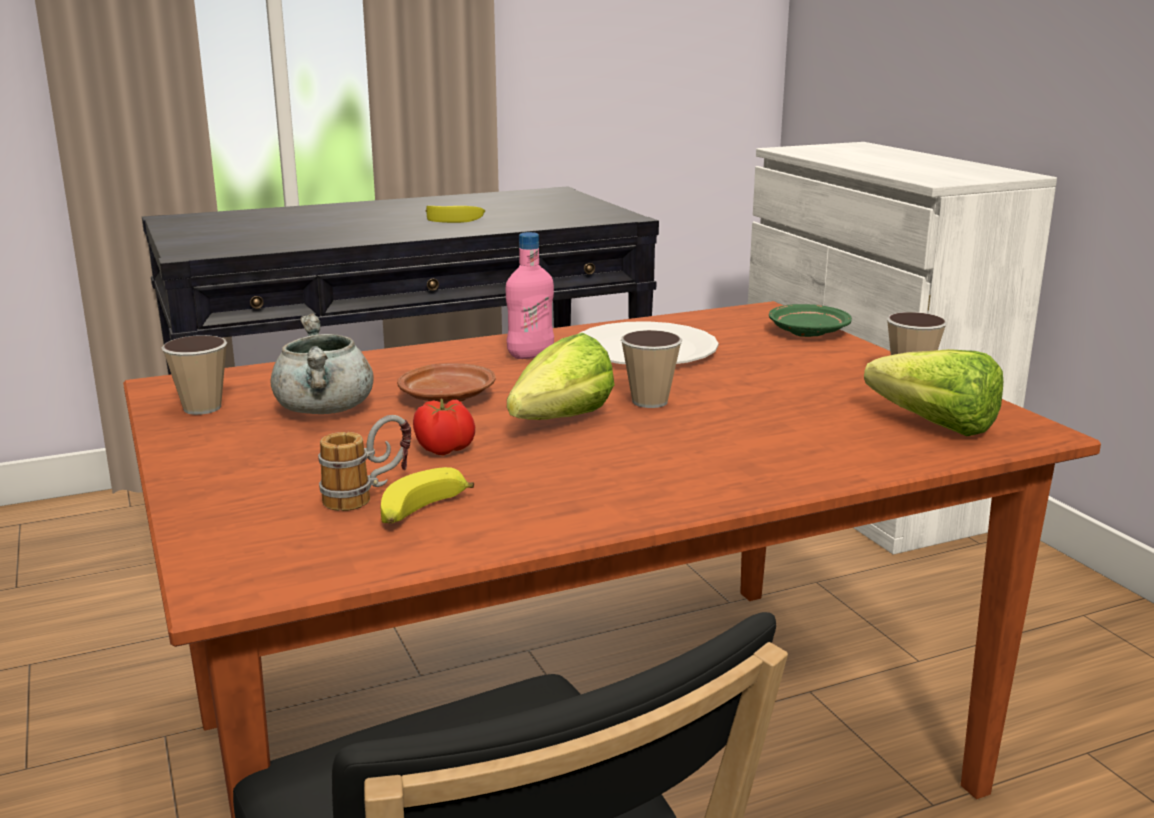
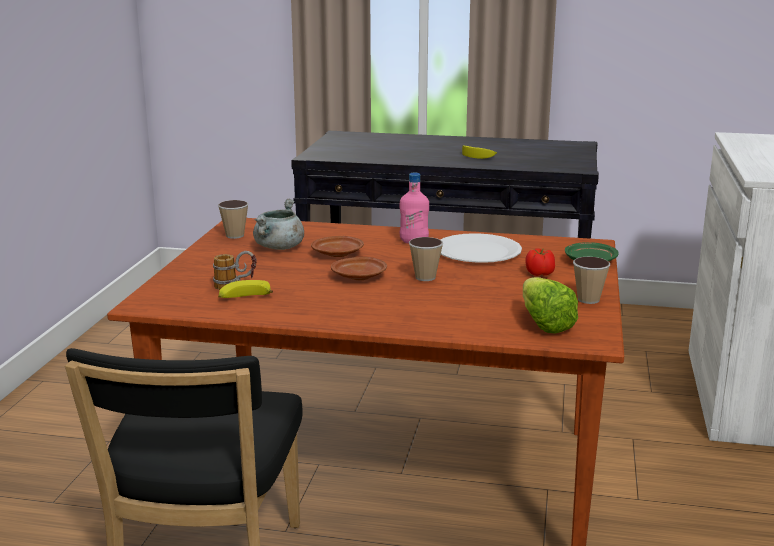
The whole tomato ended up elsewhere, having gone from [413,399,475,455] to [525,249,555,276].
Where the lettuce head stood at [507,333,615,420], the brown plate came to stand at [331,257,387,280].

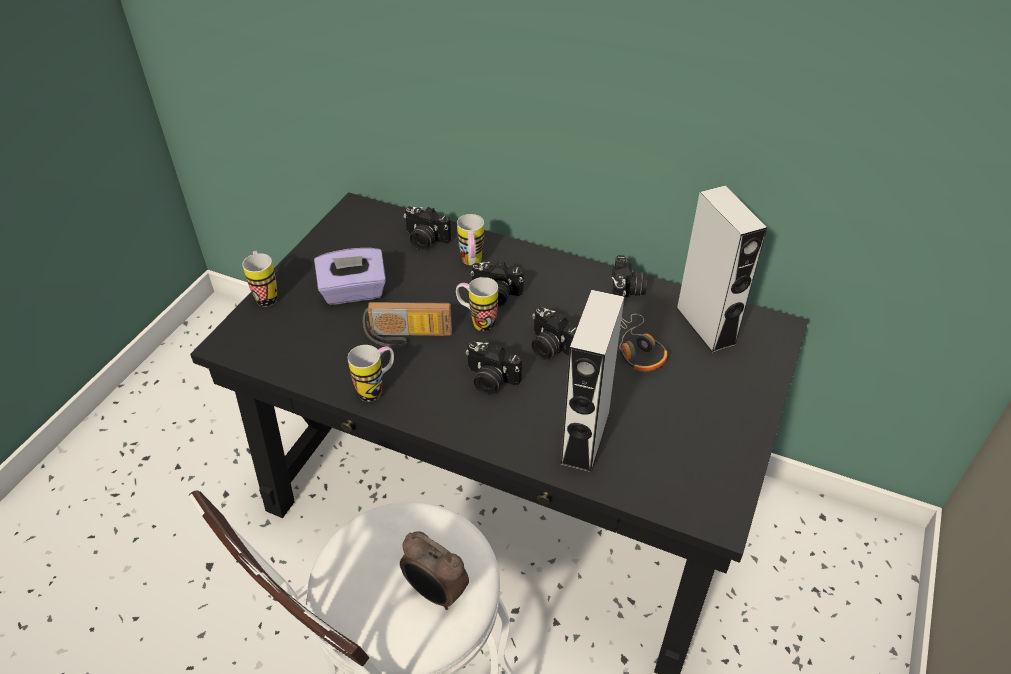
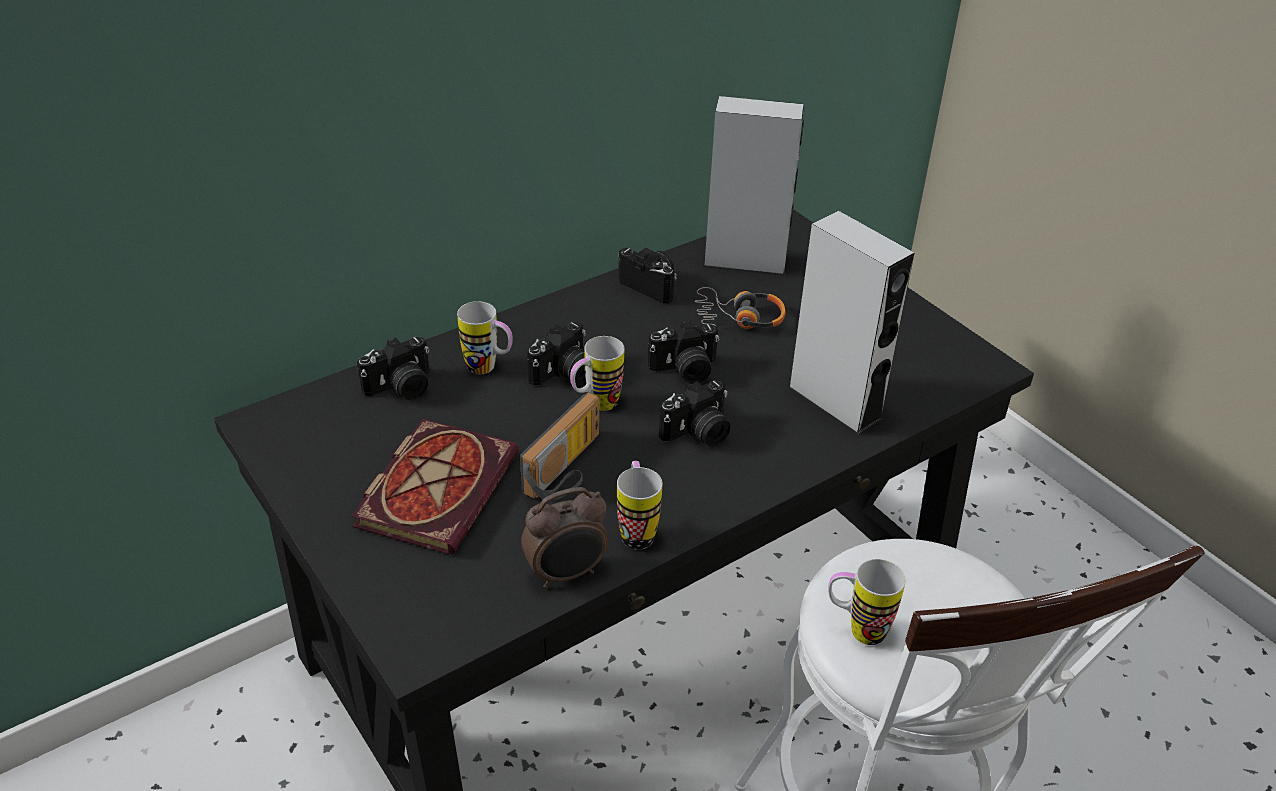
The tea mug ended up elsewhere, having gone from [242,251,277,307] to [828,559,906,645].
The table clock ended up elsewhere, having gone from [400,531,469,610] to [521,487,608,588].
Where the purple tissue box stood at [314,248,386,305], the book came to stand at [351,419,519,555].

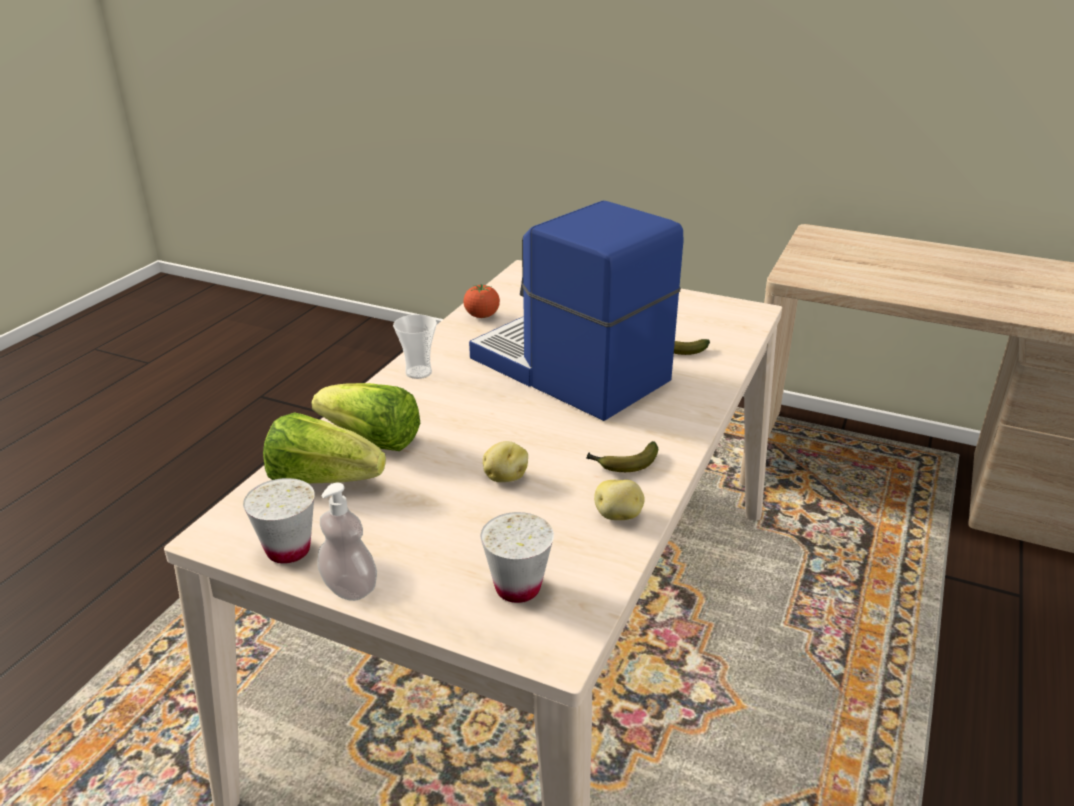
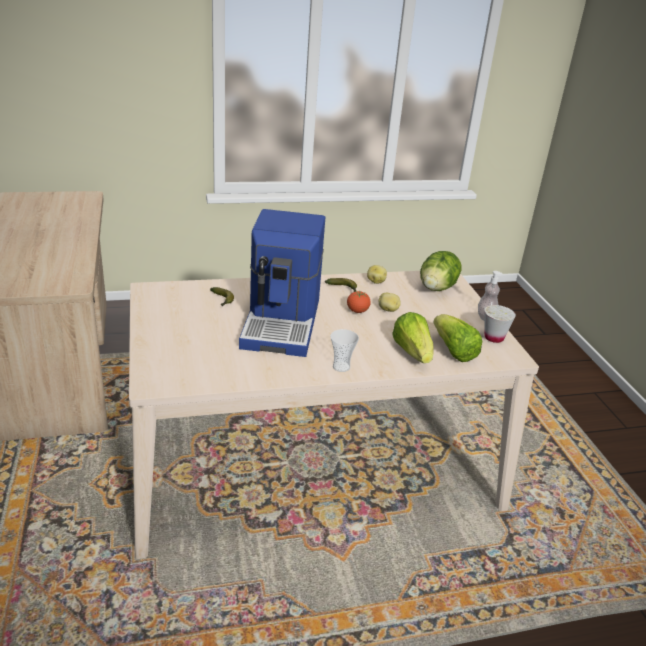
The whole tomato ended up elsewhere, having gone from [463,284,500,318] to [347,291,371,313].
Where the white drinking cup stood at [481,512,554,603], the lettuce head came to stand at [420,251,462,291].

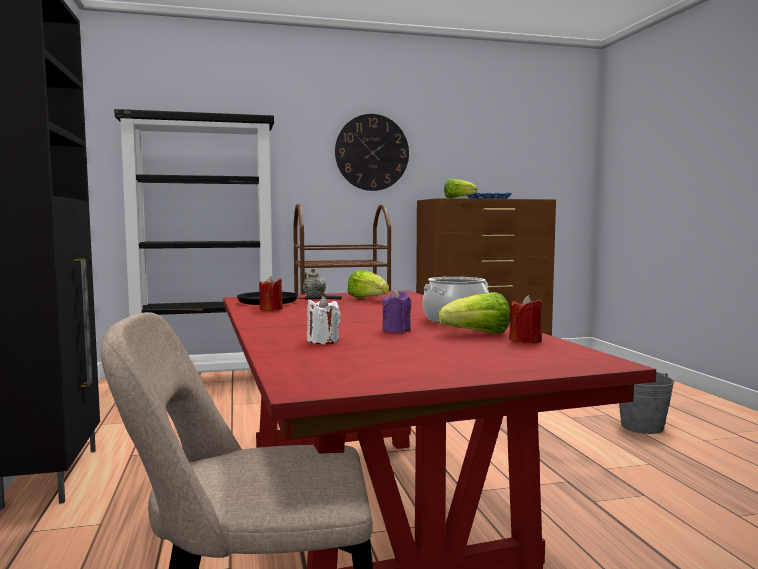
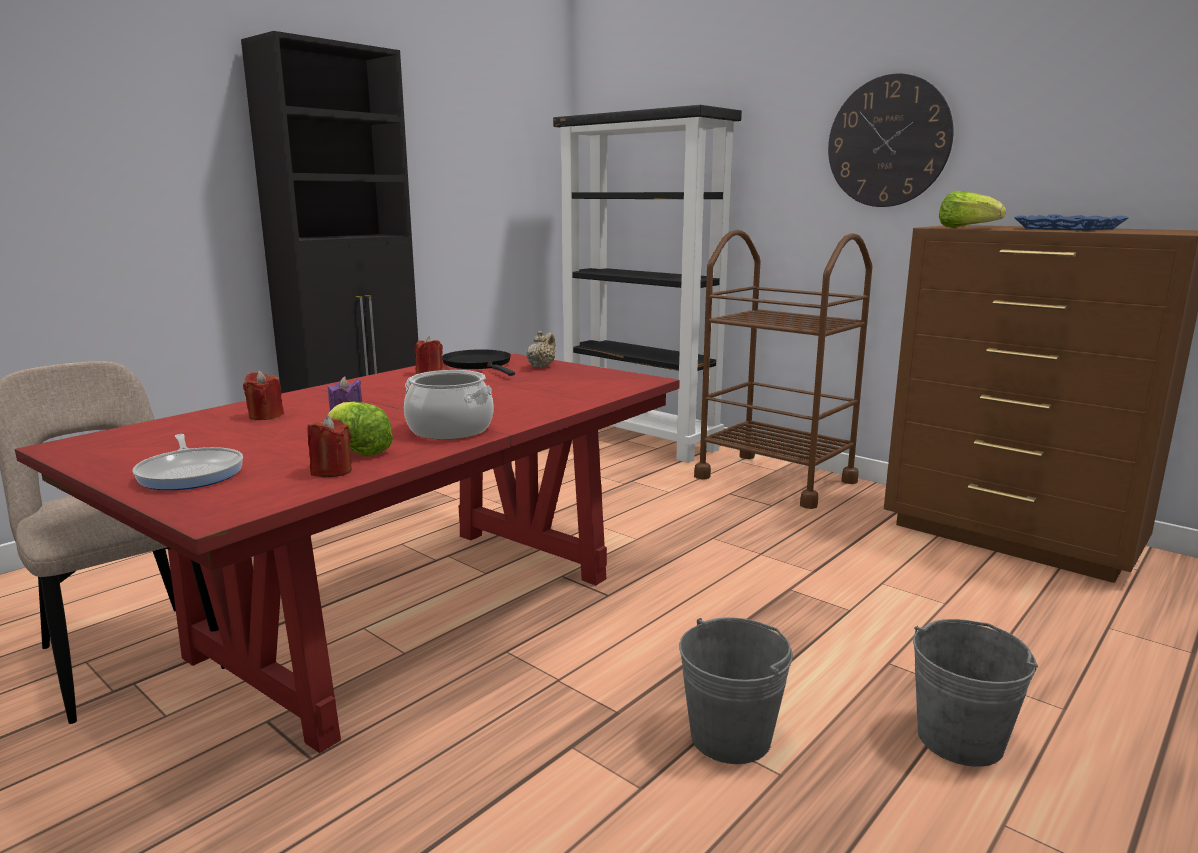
The second view lost the lettuce head at [347,270,389,298].
The second view gained the skillet at [132,434,243,490].
The second view gained the greyish bucket at [679,617,793,764].
What was the white wax light at [307,296,341,344] turned into the red wax light at [243,371,284,420].

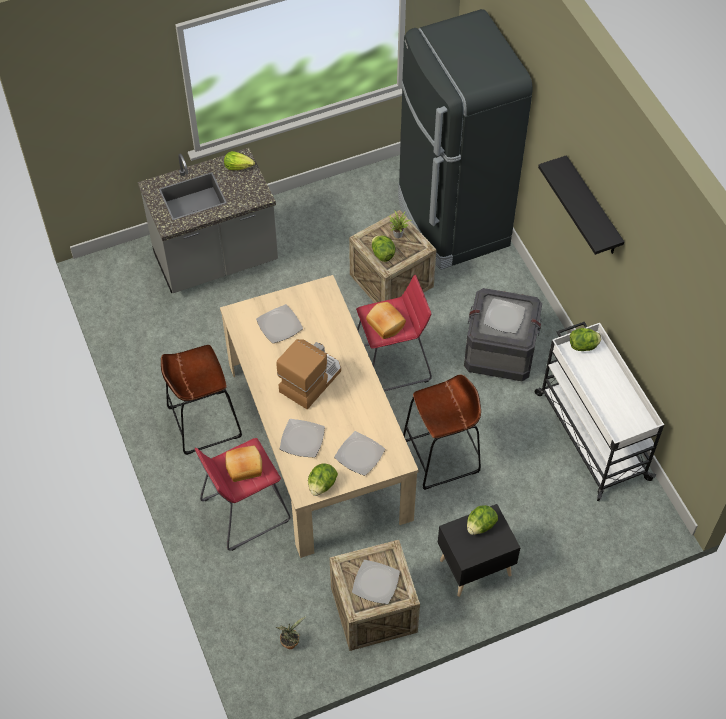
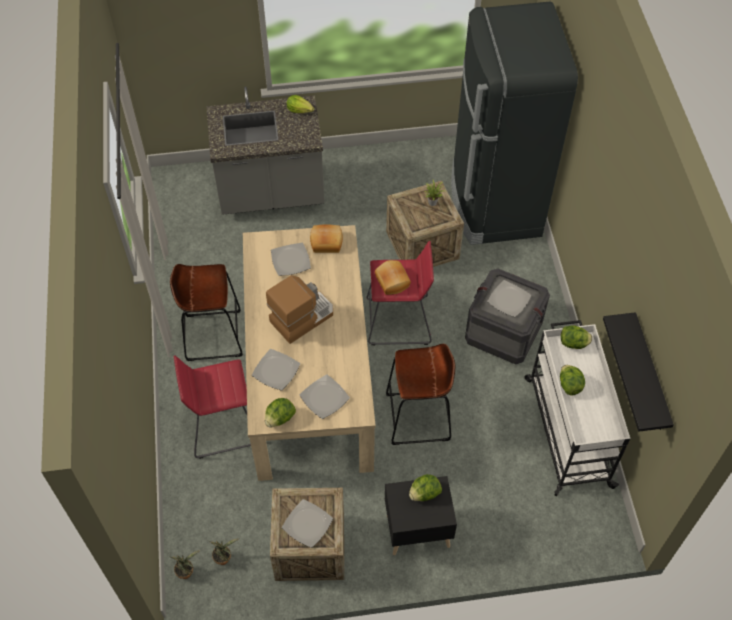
The second view gained the potted plant at [170,550,200,579].
The baked bread ended up elsewhere, having gone from [225,446,262,482] to [310,224,343,253].
The lettuce head ended up elsewhere, having gone from [372,235,395,262] to [560,365,585,395].
The black shelf ended up elsewhere, having gone from [538,155,624,255] to [603,312,674,432].

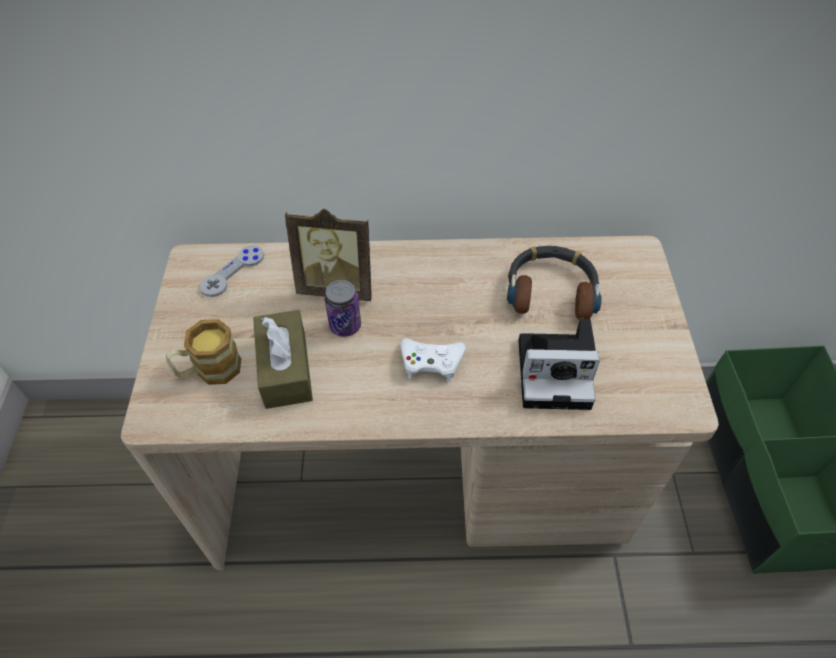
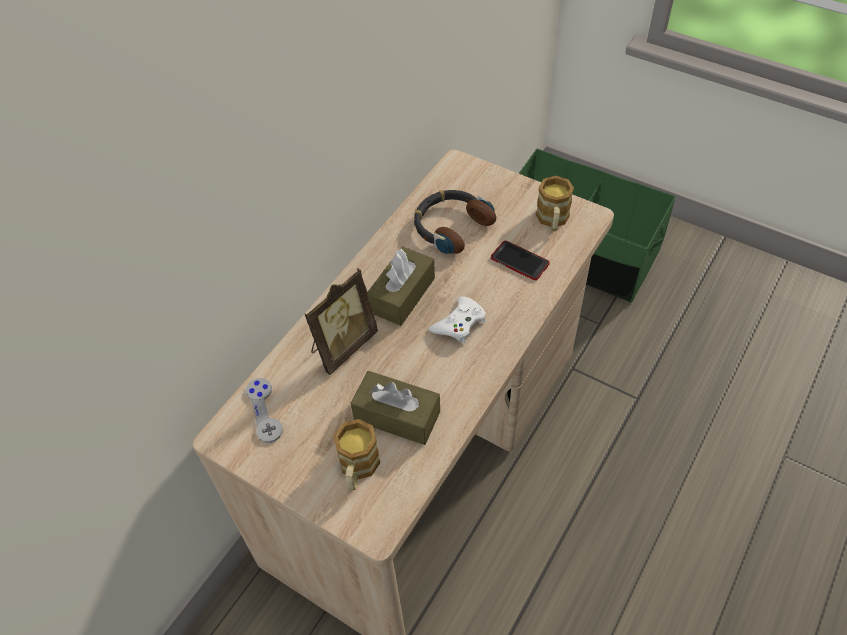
The second view lost the can at [324,280,361,337].
The second view gained the brown tissue box at [367,246,435,326].
The second view gained the tea mug at [536,176,574,232].
Where the photo camera stood at [518,319,600,410], the phone came to stand at [491,241,550,280].

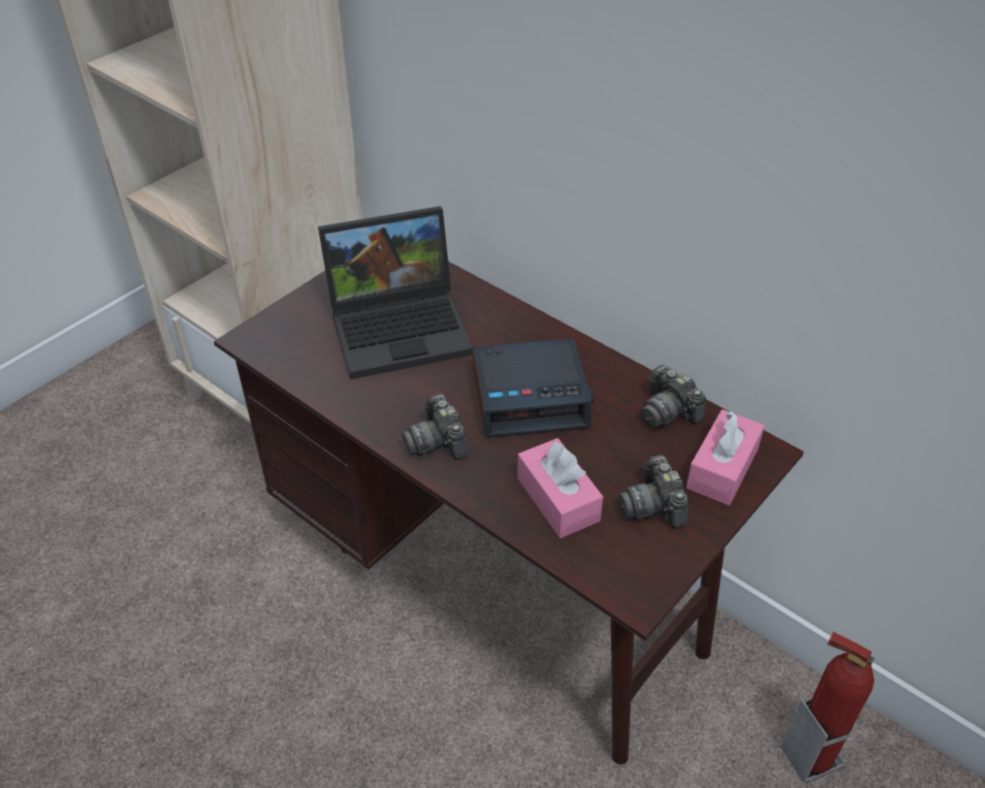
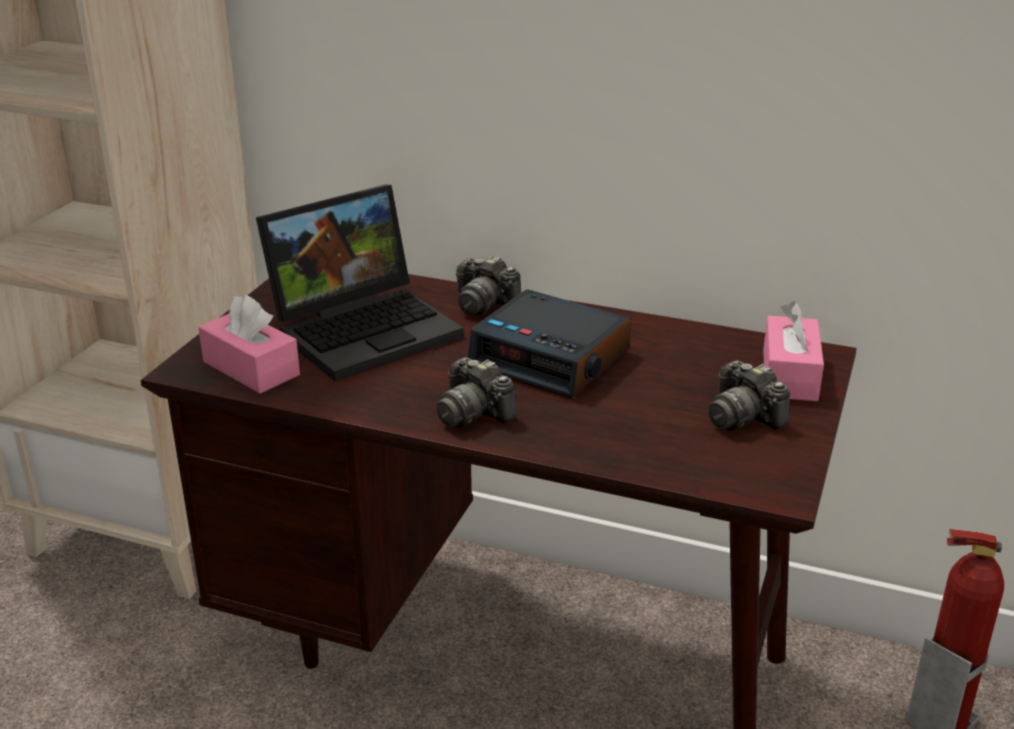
The pink-coloured tissue box ended up elsewhere, having gone from [517,438,603,538] to [198,295,300,394].
The photo camera ended up elsewhere, having gone from [641,365,706,428] to [456,256,521,315].
The table clock at [473,338,593,438] ended up facing another way, 60 degrees clockwise from before.

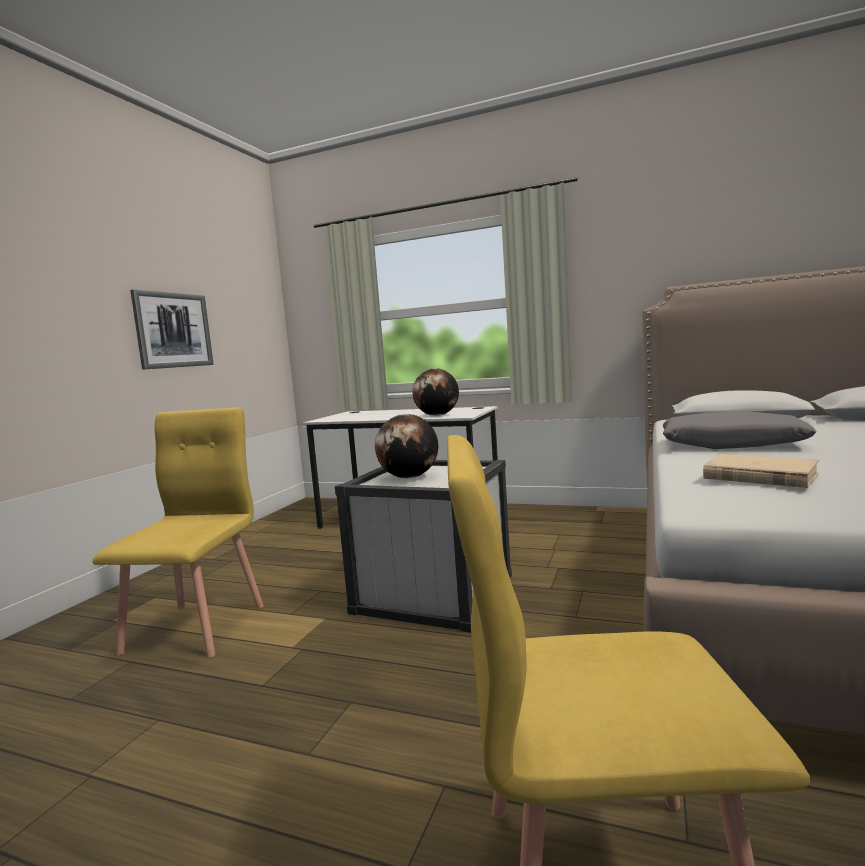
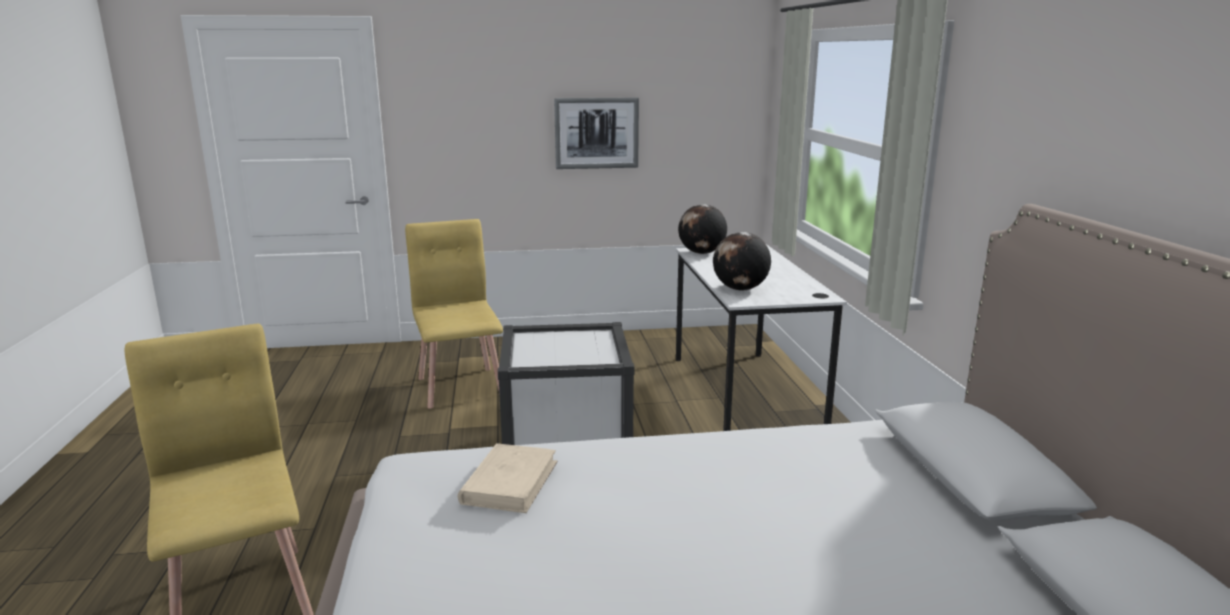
The second view lost the greyish cushion at [663,411,817,449].
The globe ended up elsewhere, having gone from [375,414,438,478] to [678,204,727,254].
The yellow plain chair at [92,407,264,658] ended up facing another way, 90 degrees counterclockwise from before.

